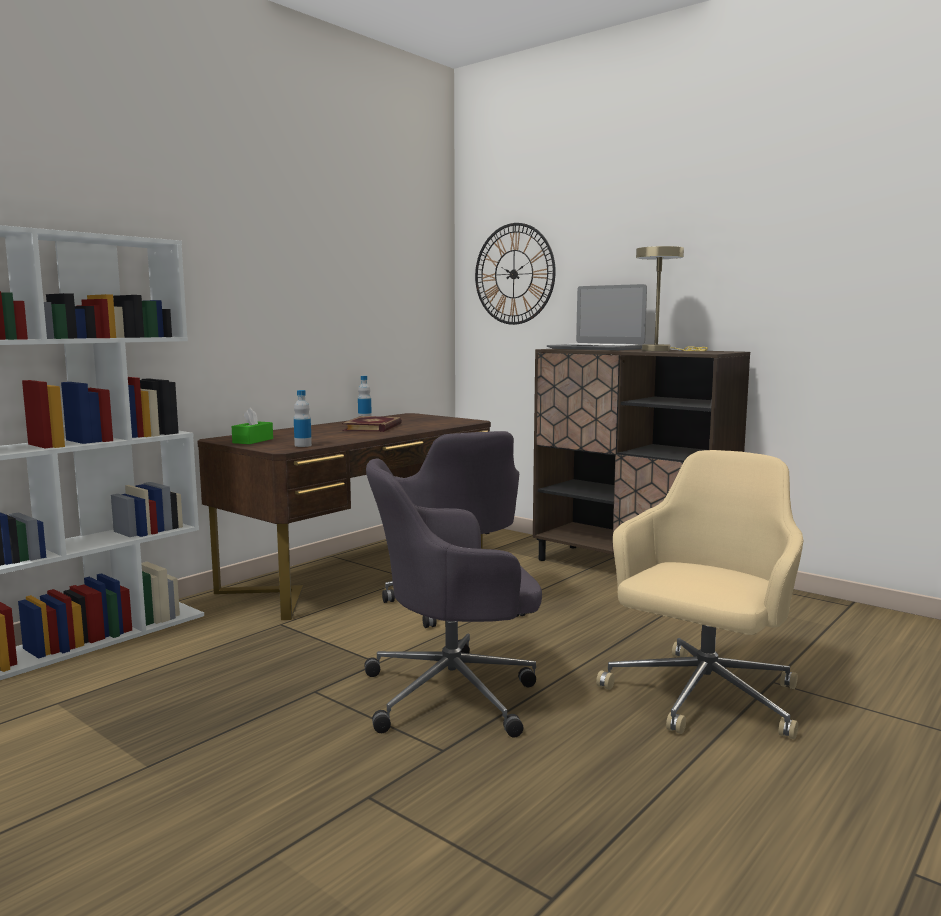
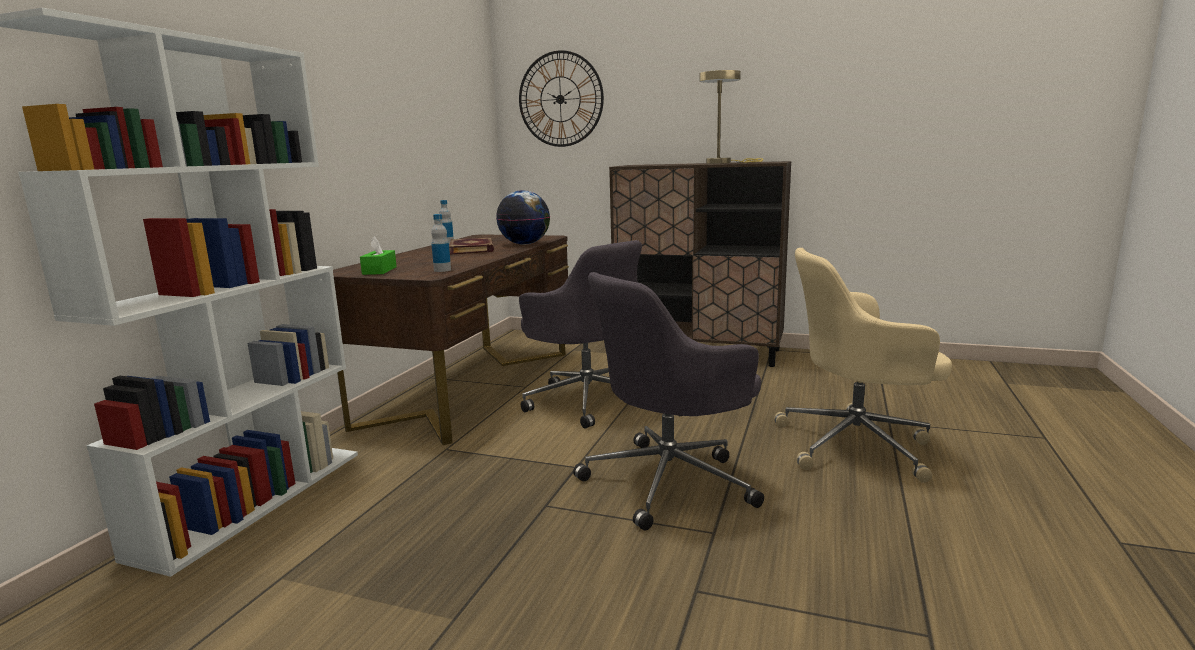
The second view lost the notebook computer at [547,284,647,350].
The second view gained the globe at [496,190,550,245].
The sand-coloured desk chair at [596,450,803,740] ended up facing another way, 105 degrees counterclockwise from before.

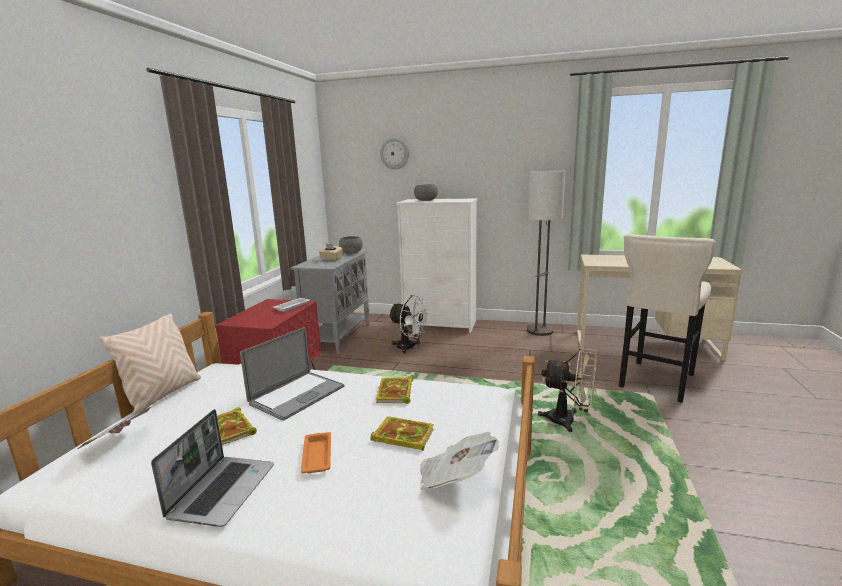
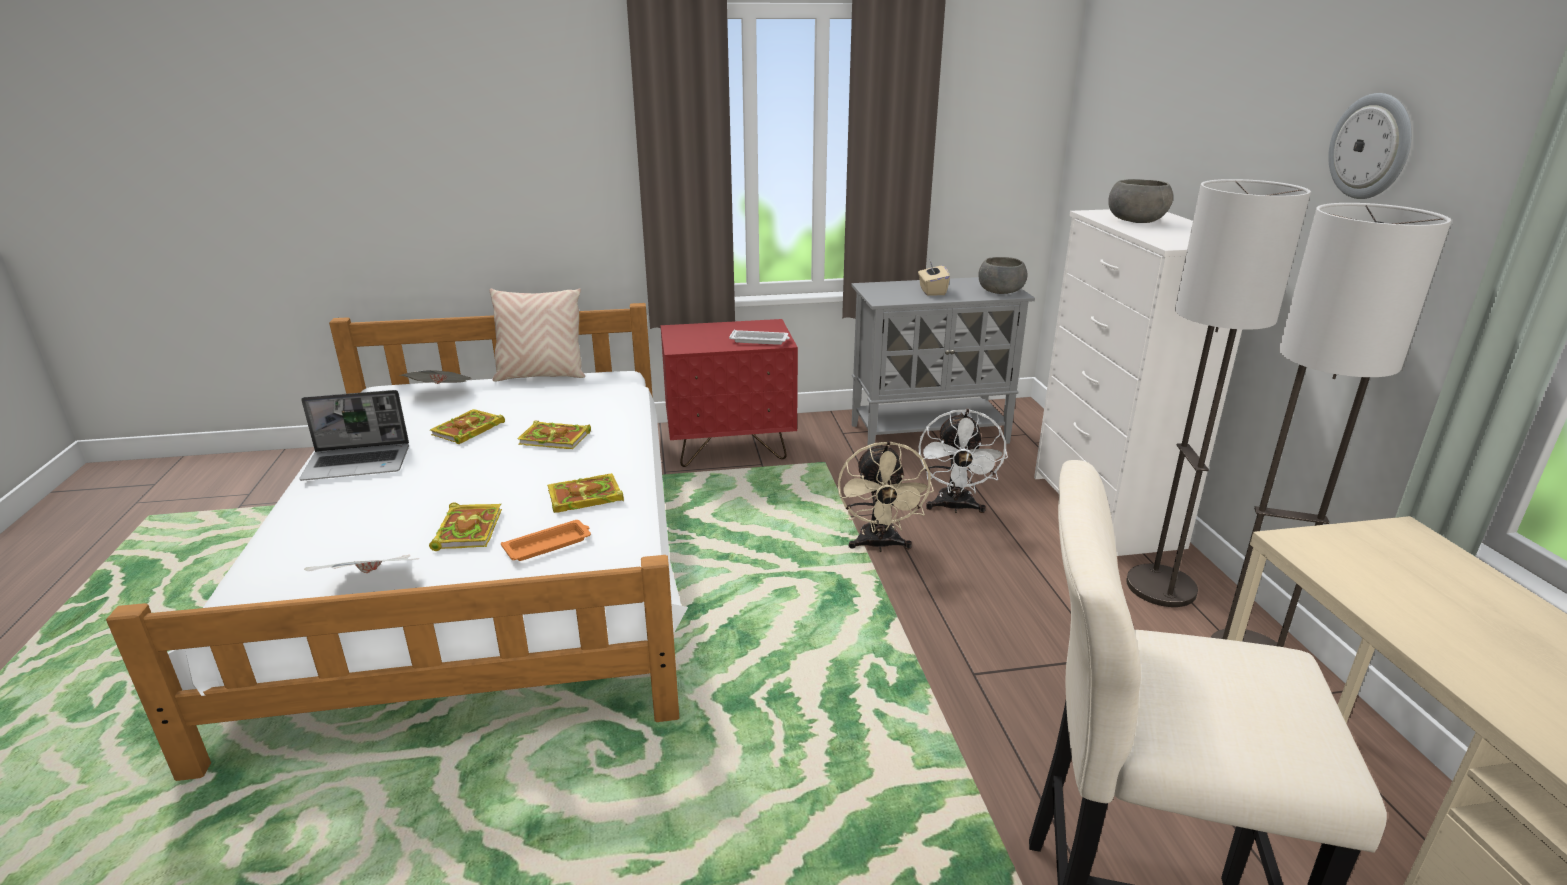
The second view gained the standing lamp at [1126,179,1311,607].
The orange serving tray ended up elsewhere, having gone from [301,432,331,473] to [501,520,591,561].
The clock on the wall ended up elsewhere, having gone from [380,138,409,169] to [1328,93,1412,199].
The sand-coloured fan ended up elsewhere, having gone from [538,348,597,432] to [838,441,934,552].
Where the notebook computer stood at [240,327,345,421], the book came to stand at [517,420,591,449].

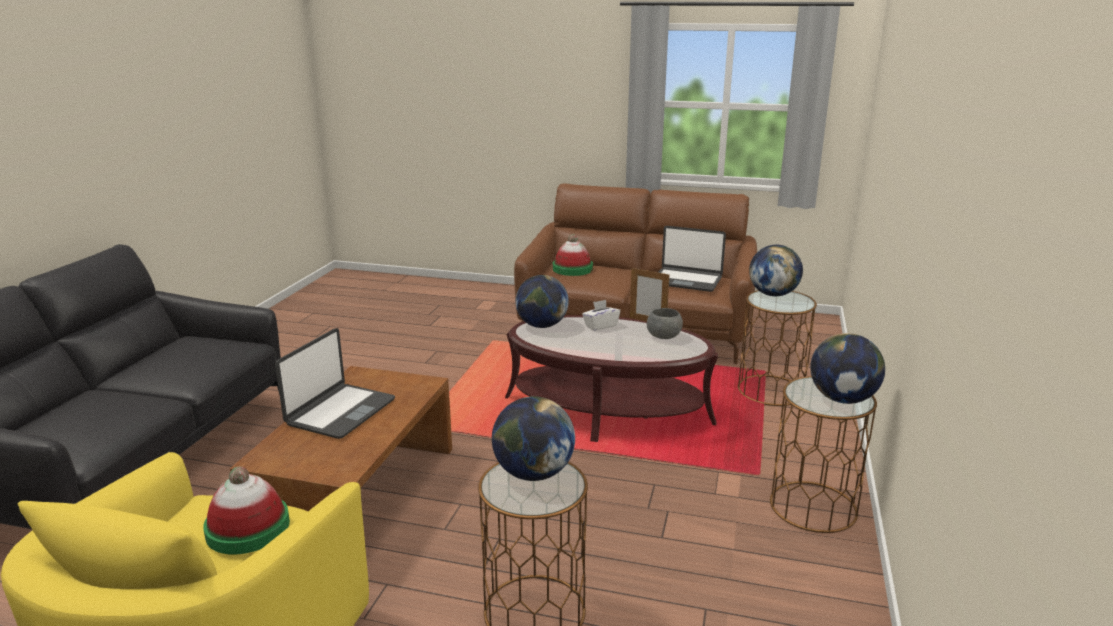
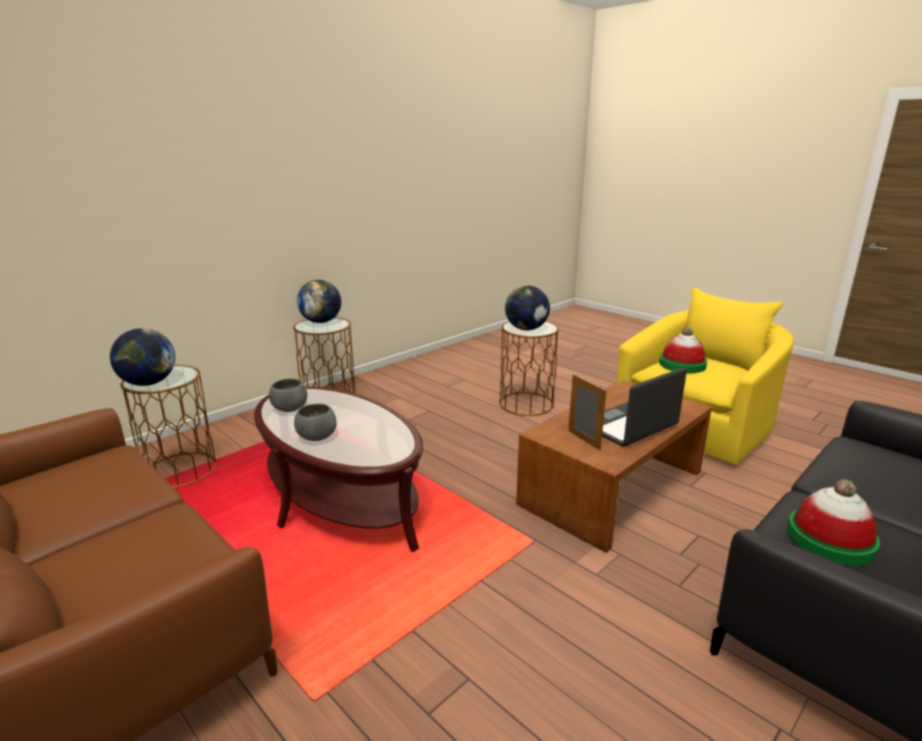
The second view lost the globe at [515,275,569,328].
The second view lost the notebook computer at [658,226,726,292].
The hat ended up elsewhere, having gone from [553,234,593,276] to [787,479,880,566].
The photo frame ended up elsewhere, having gone from [630,267,669,322] to [568,374,607,451].
Where the white tissue box stood at [582,300,620,331], the greyish serving bowl came to stand at [294,404,337,441].

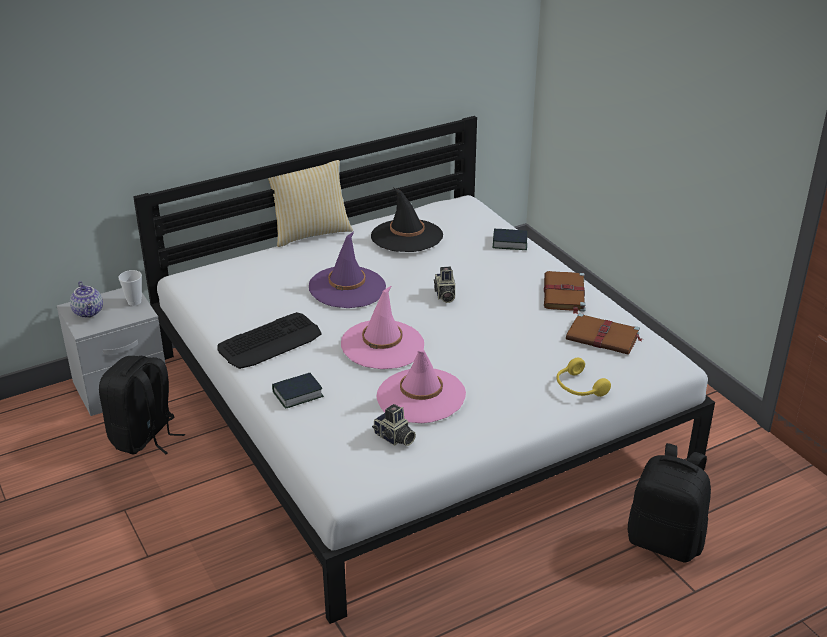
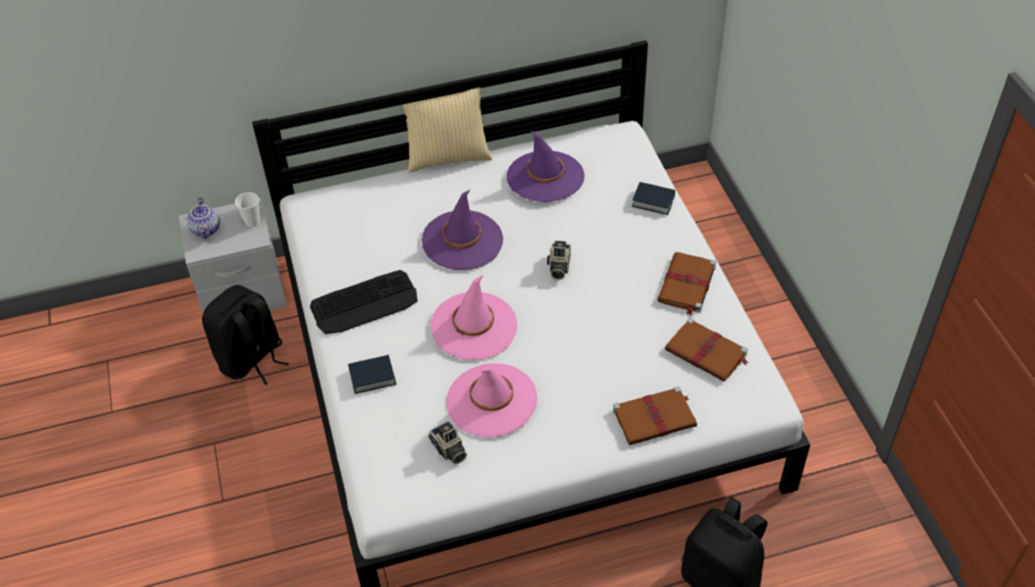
Where the yellow headphones stood at [556,357,611,397], the brown book came to stand at [613,386,697,445].
What was the black hat at [371,188,443,252] turned into the purple hat at [506,130,585,202].

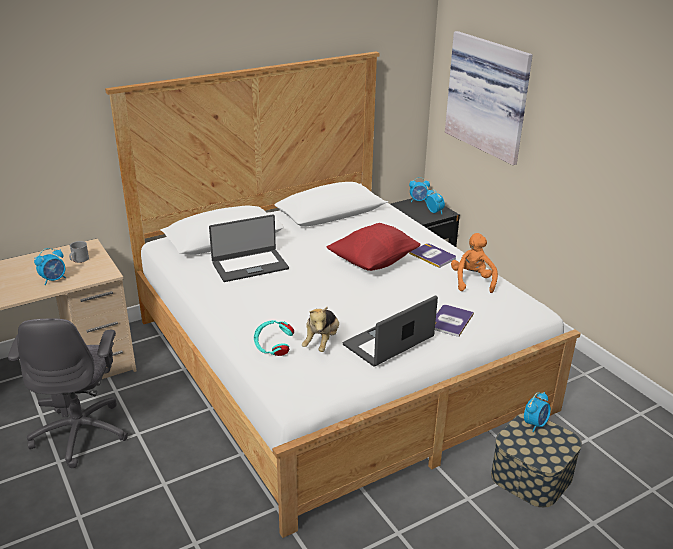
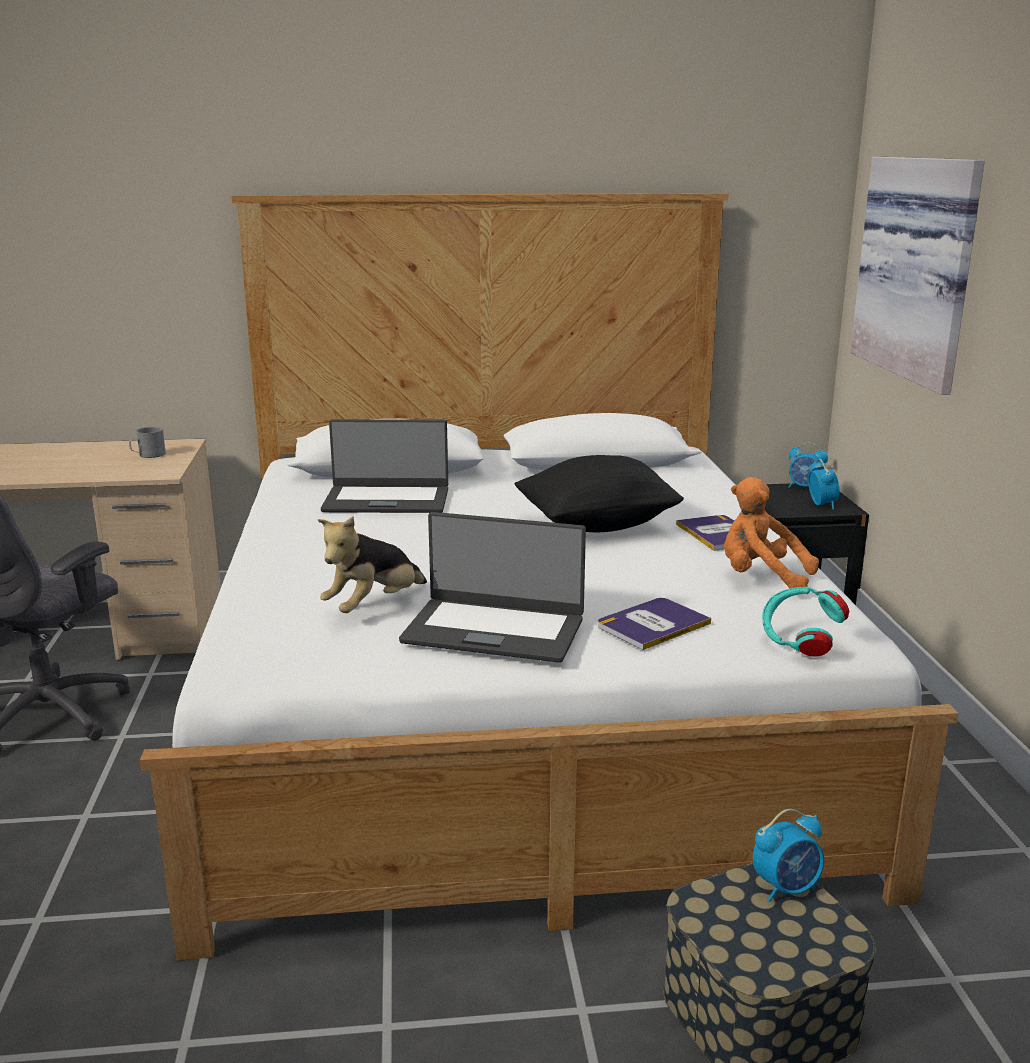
The second view lost the table clock at [34,248,66,285].
The blue-green headphones ended up elsewhere, having gone from [254,320,294,356] to [762,587,849,656].
What was the red cushion at [326,223,421,271] turned into the black cushion at [515,455,684,532].
The notebook computer at [343,296,438,367] ended up facing another way, 150 degrees counterclockwise from before.
The orange plush toy at [451,233,498,293] ended up facing another way, 90 degrees counterclockwise from before.

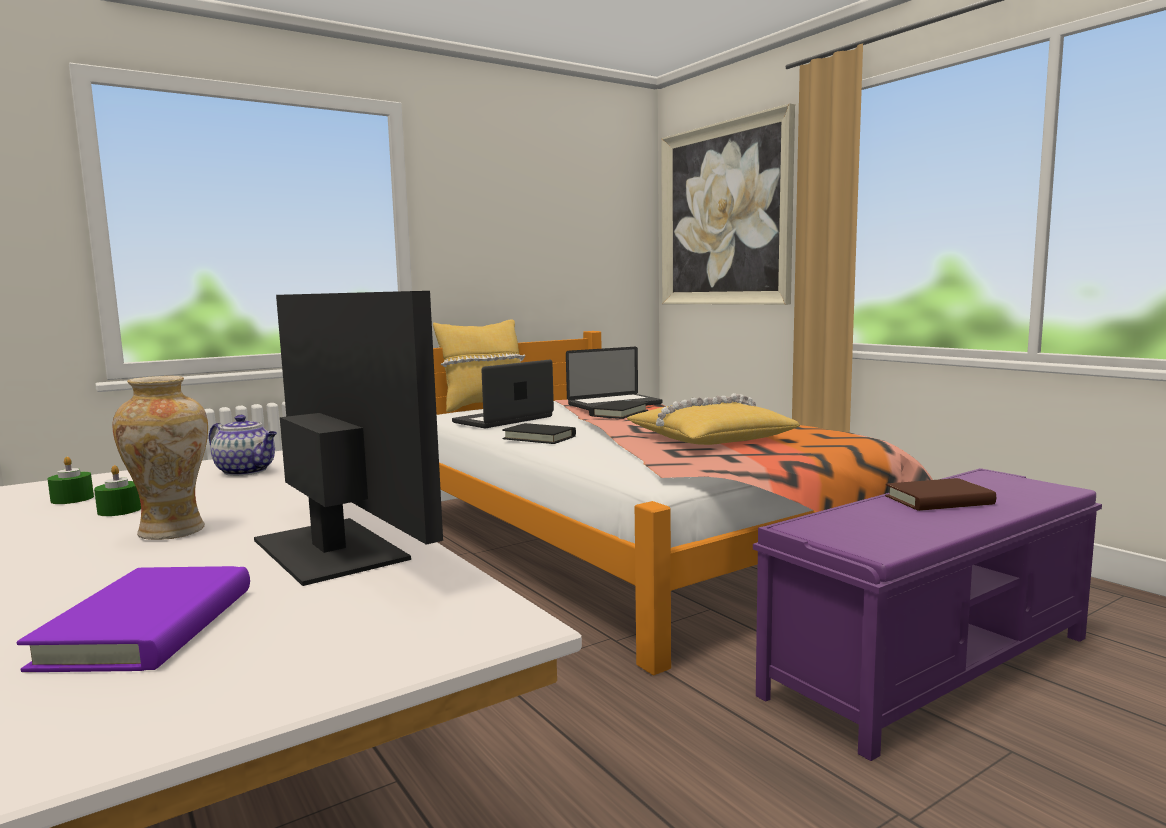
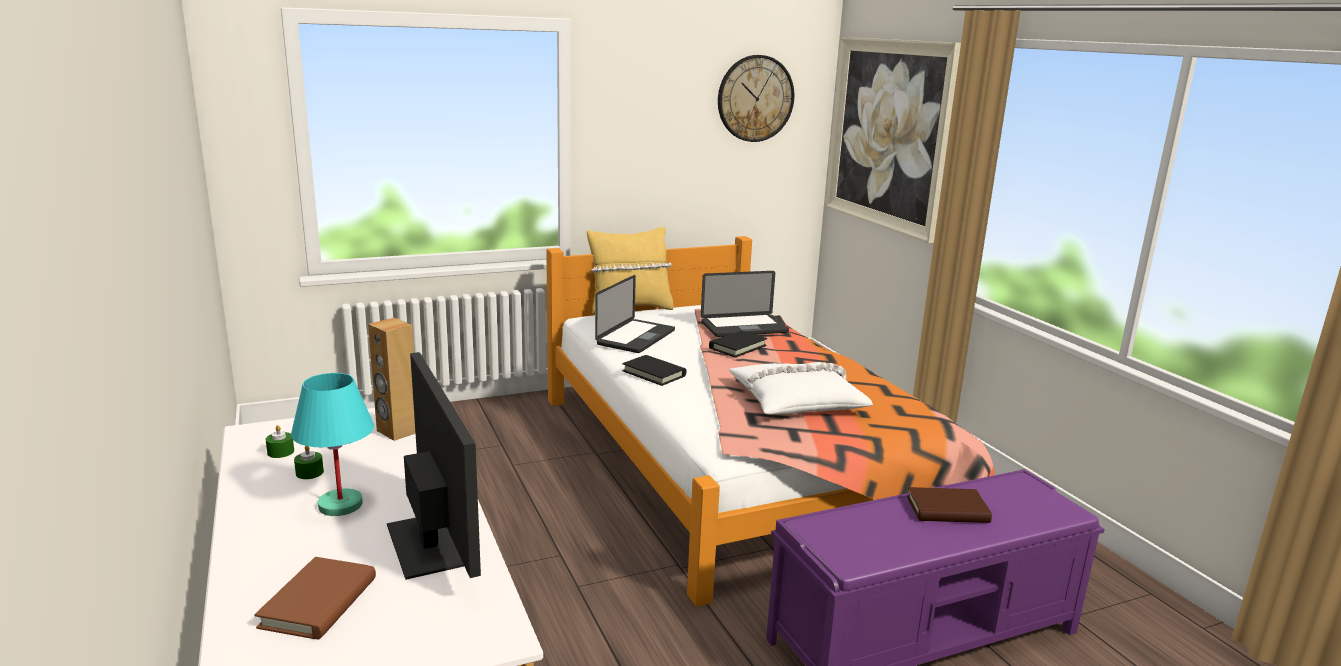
The second view gained the clock on the wall at [718,55,794,142].
Where the vase stood at [112,376,208,540], the blue-green tabletop lamp came to stand at [291,373,374,516].
Where the tea pot stood at [209,415,277,476], the brown audio speaker came to stand at [368,318,415,441].
What was the purple book at [17,566,250,672] turned into the brown book at [254,557,376,640].
What was the yellow cushion at [627,393,800,445] turned into the white cushion at [729,362,873,415].
The notebook computer at [452,360,554,428] ended up facing another way, 150 degrees clockwise from before.

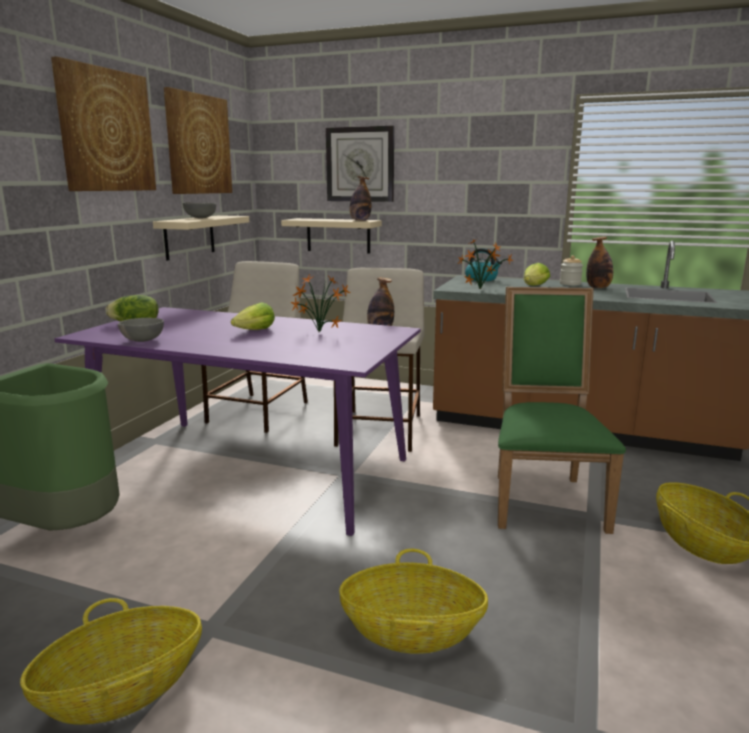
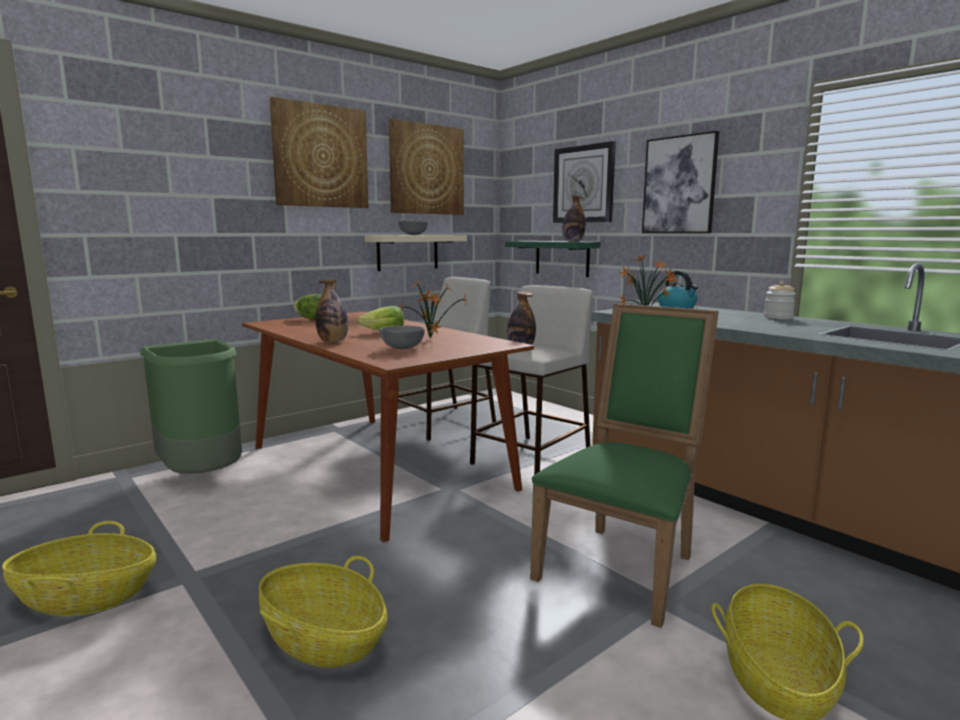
The second view lost the lettuce head at [524,263,550,286].
The second view gained the wall picture at [642,131,719,233].
The greyish serving bowl ended up elsewhere, having gone from [118,318,164,342] to [379,325,425,349].
The drink bottle ended up elsewhere, having gone from [586,236,613,288] to [315,279,348,342].
What was the purple dining table at [54,307,421,536] turned into the brown dining table at [242,311,534,542].
What was the sand-coloured shelf at [281,218,382,254] turned into the greenish shelf at [505,241,600,277].

